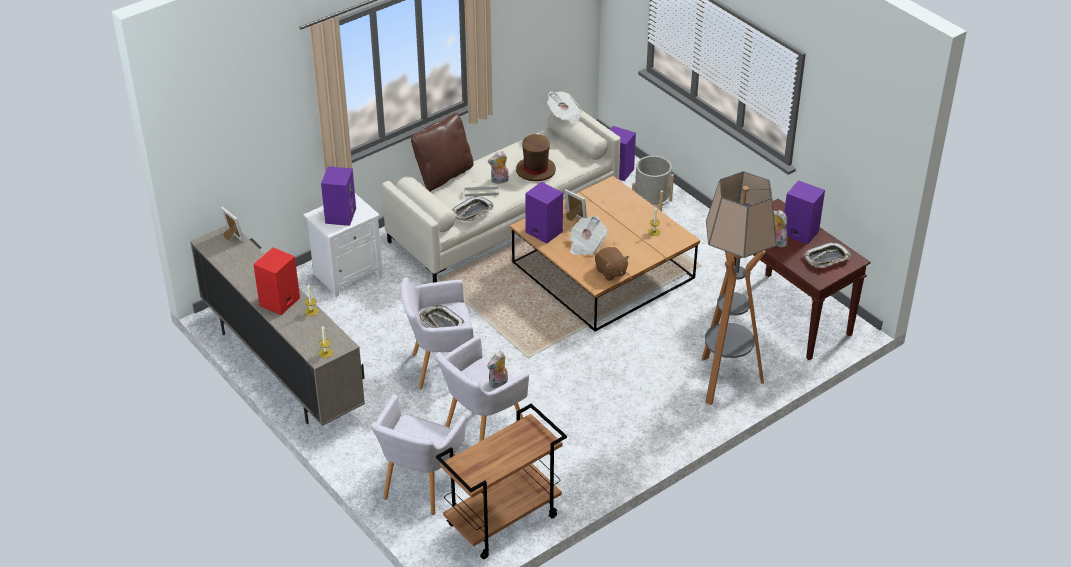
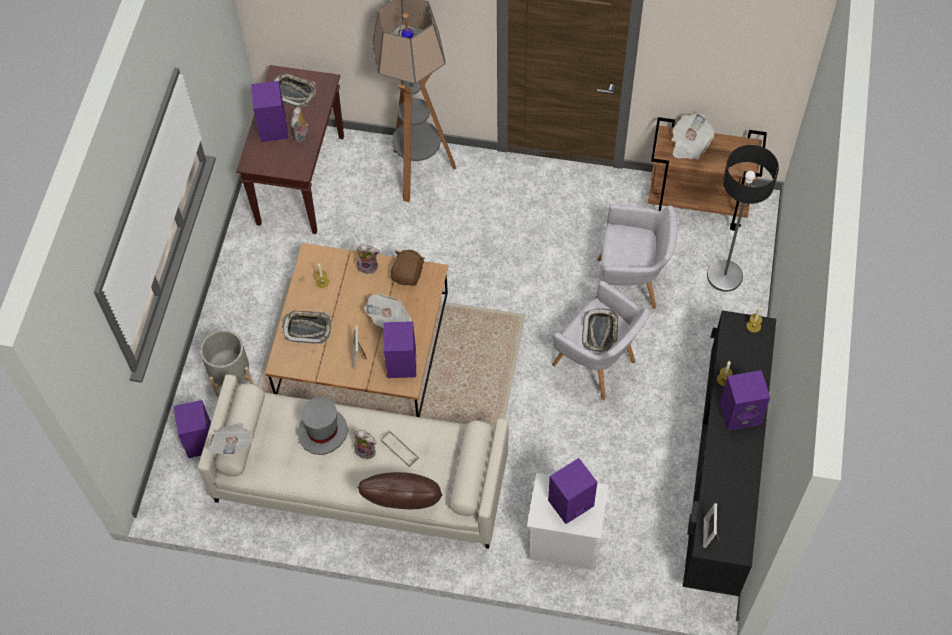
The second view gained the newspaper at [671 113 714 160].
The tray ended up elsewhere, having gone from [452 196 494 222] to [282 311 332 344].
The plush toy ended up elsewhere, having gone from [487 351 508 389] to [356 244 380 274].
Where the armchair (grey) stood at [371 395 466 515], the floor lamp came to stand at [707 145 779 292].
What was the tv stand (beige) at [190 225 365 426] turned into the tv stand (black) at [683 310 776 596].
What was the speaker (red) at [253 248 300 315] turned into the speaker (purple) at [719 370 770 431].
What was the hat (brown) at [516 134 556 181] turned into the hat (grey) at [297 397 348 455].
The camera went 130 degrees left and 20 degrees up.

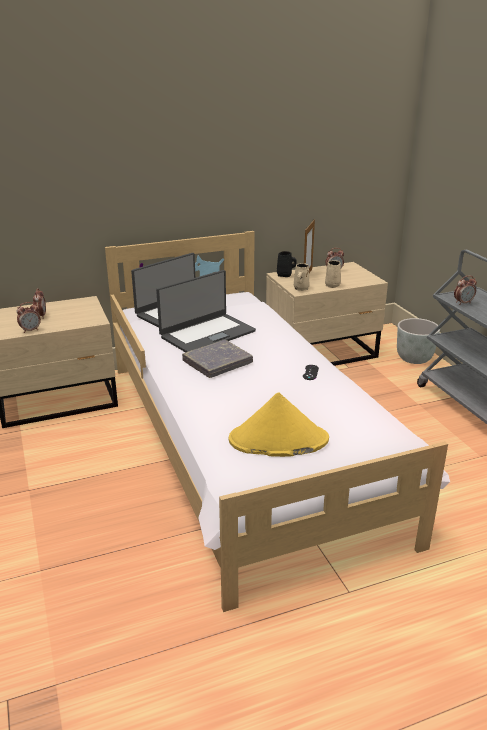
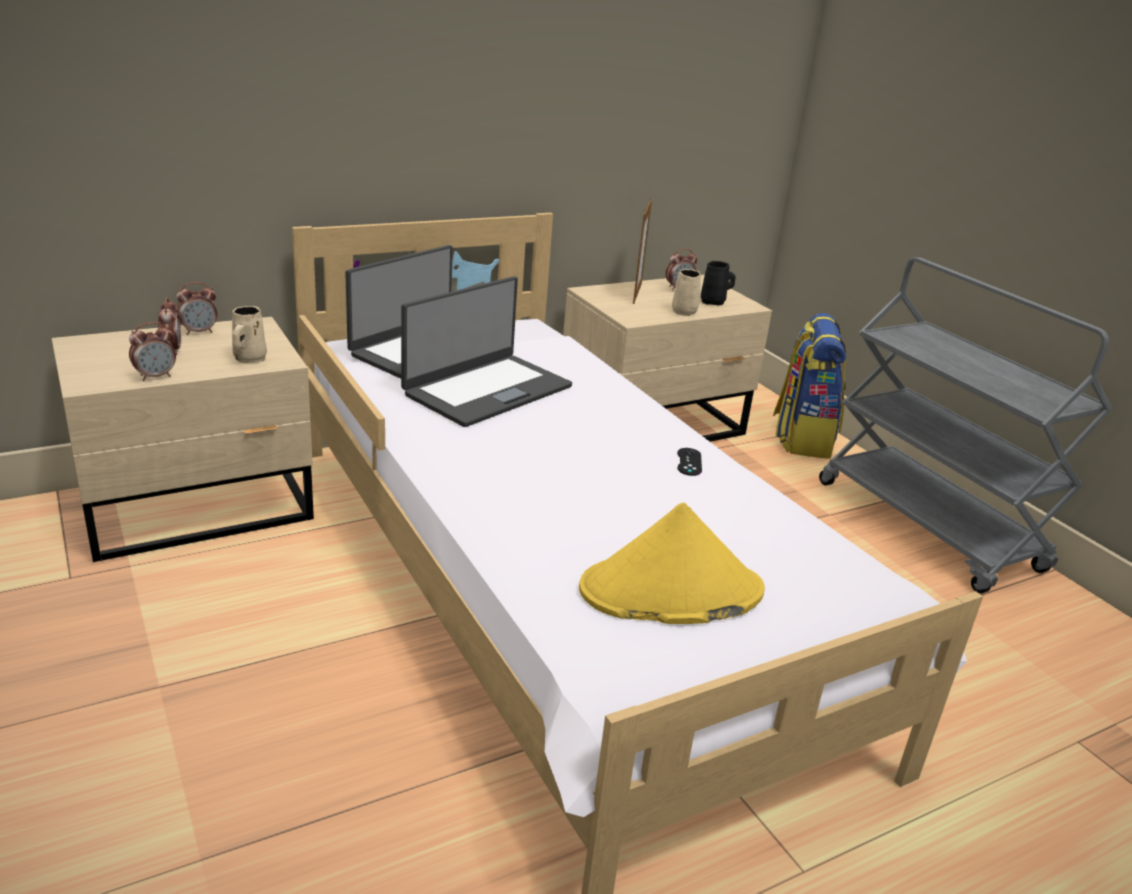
The second view lost the book (grey) at [182 340 253 378].
The mug (black) ended up elsewhere, having gone from [277 251 297 277] to [701 261 736 306].
The mug (beige) ended up elsewhere, having gone from [294 263 309 291] to [232 306 267 363].
The alarm clock ended up elsewhere, having gone from [454 276 477 305] to [176 282 217 335].
Where the planter (grey) stood at [397 318 440 364], the backpack came to stand at [773 313 846 459].
The camera went 10 degrees left and 0 degrees up.

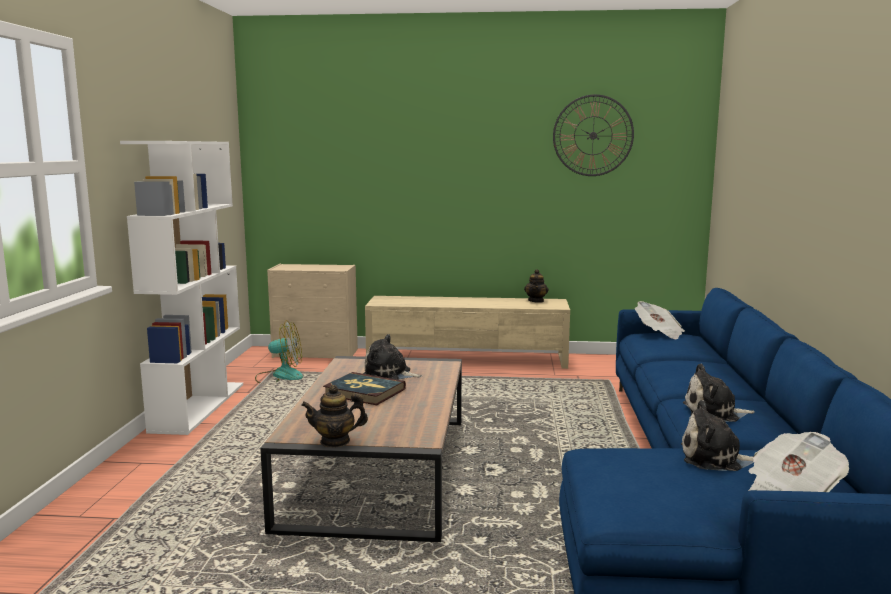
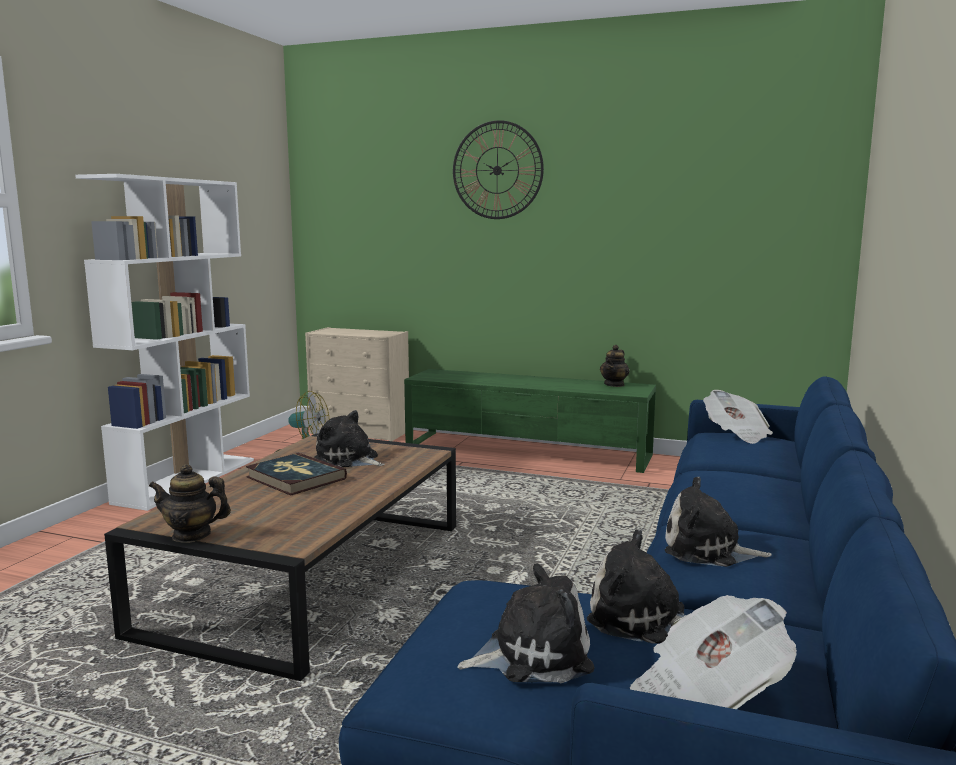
The second view gained the plush toy at [457 564 594 683].
The wall clock ended up elsewhere, having gone from [553 94 634 176] to [453 120 544 219].
What was the tv stand (beige) at [365 296 570 369] turned into the tv stand (green) at [404 369 656 473].
The camera went 15 degrees right and 0 degrees up.

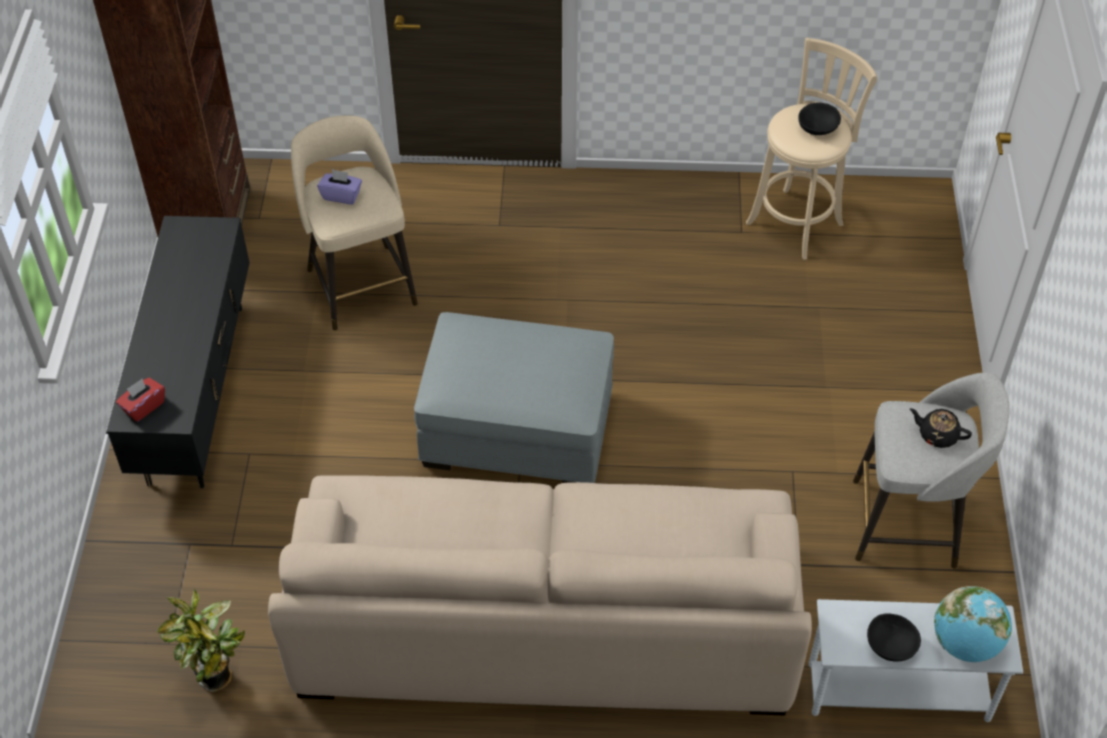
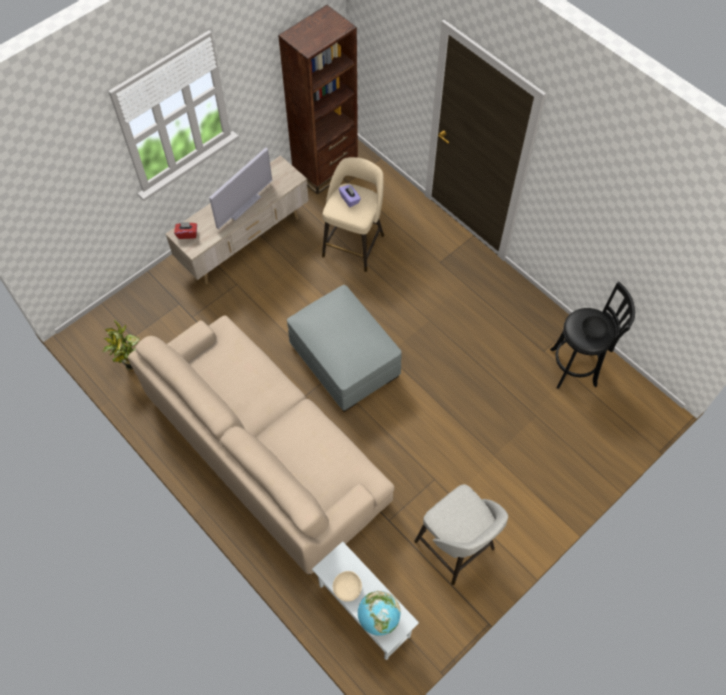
The second view lost the teapot (black) at [910 408 972 448].
The second view gained the television at [209 148 272 229].
What was the tv stand (black) at [106 216 250 488] turned into the tv stand (beige) at [165 155 309 284].
What was the stool (beige) at [746 38 877 260] turned into the stool (black) at [550 281 635 389].
What was the bowl (black) at [867 613 921 661] turned into the bowl (beige) at [333 571 362 602].
The camera went 45 degrees right and 10 degrees up.

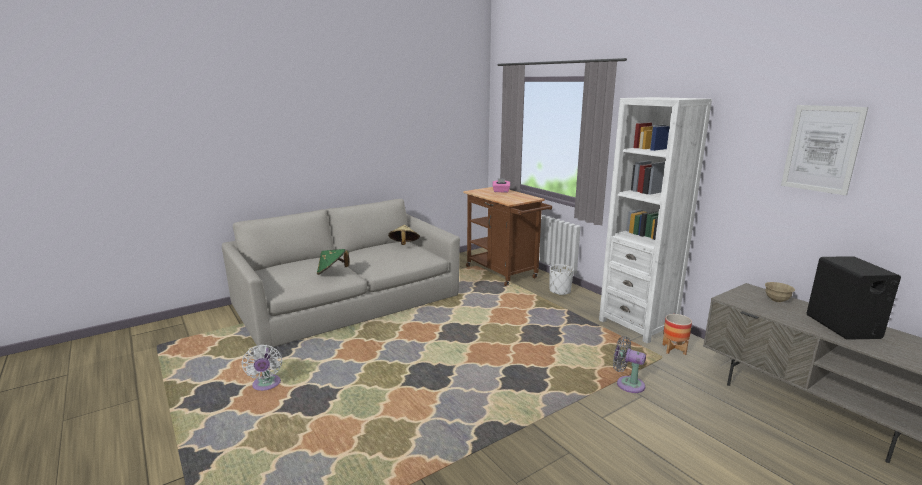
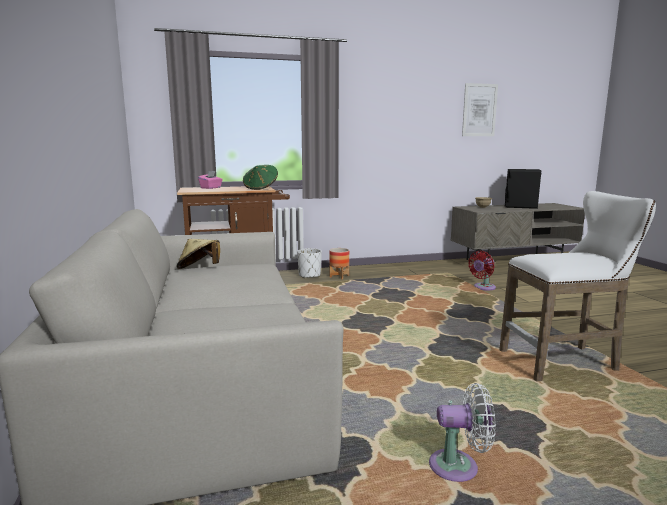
The second view lost the bookcase (white) at [599 97 712 344].
The second view gained the stool (white) at [499 191 656 381].
The hat (green) ended up elsewhere, having gone from [317 249 349 275] to [243 165 278 190].
The planter ended up elsewhere, having gone from [662 314 692 355] to [329 248 349 279].
What was the fan (grey) at [613 336 646 393] turned into the fan (red) at [468 251 496 290].
The camera went 70 degrees left and 5 degrees down.

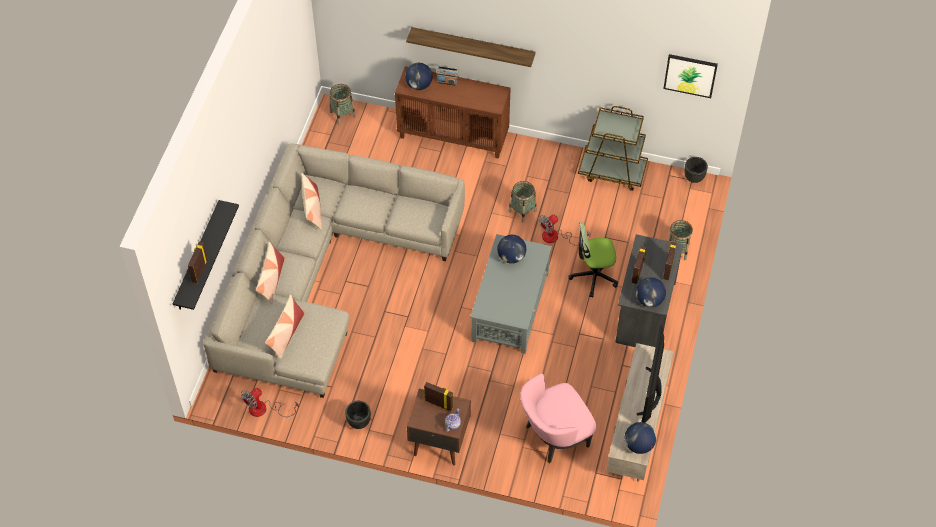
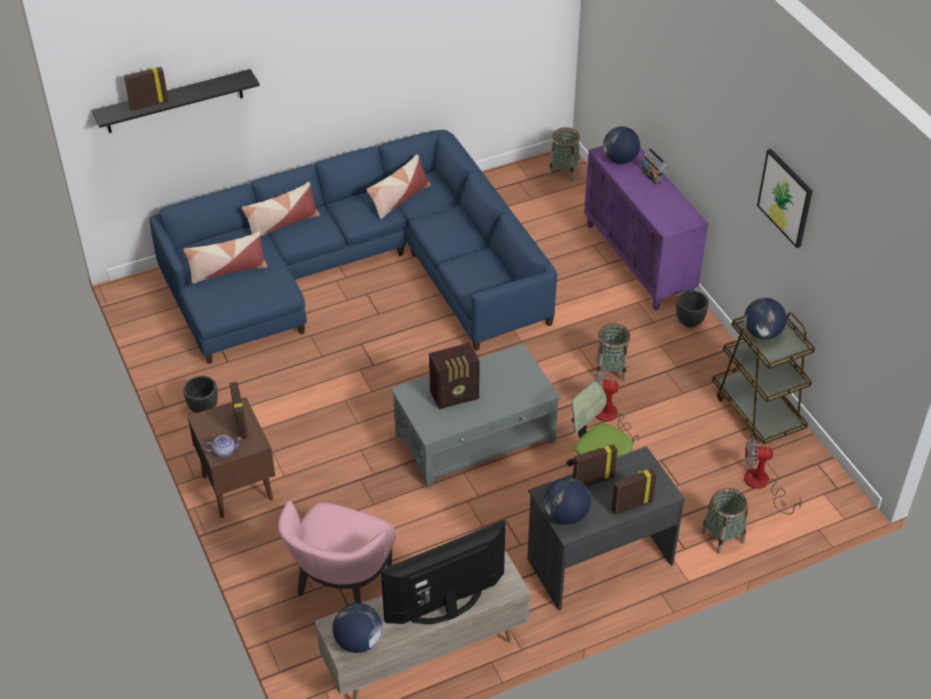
The second view lost the shelf at [406 27 536 67].
The second view gained the radio at [429 343 480 409].
The fan ended up elsewhere, having gone from [241 388 299 417] to [744 437 802 514].
The globe ended up elsewhere, having gone from [497 235 526 264] to [744 298 787 340].
The picture ended up elsewhere, having gone from [663 54 718 98] to [757 149 813 248].
The planter (black) ended up elsewhere, having gone from [684 157 708 183] to [676 290 709 327].
What was the sofa (beige) at [203 143 465 398] turned into the sofa (blue) at [150 130 557 364].
What was the cabinet (brown) at [395 66 511 159] turned into the cabinet (purple) at [584 146 708 310].
The armchair (pink) at [520 374 597 463] ended up facing another way, 90 degrees counterclockwise from before.
The camera went 50 degrees right and 10 degrees down.

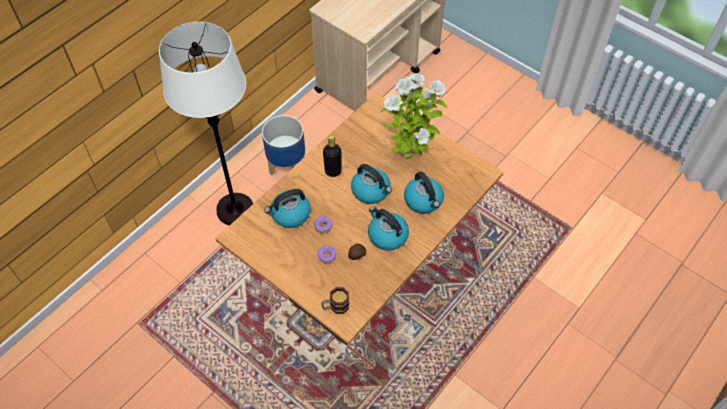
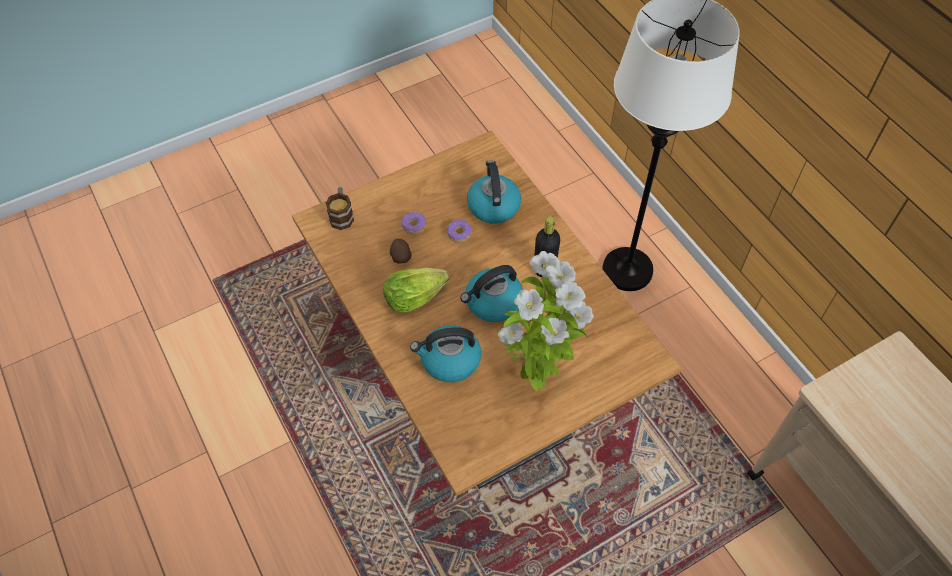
The second view lost the planter at [262 115 305 175].
Where the kettle stood at [368 206 409 251], the lettuce came to stand at [383 268 449 313].
The camera went 110 degrees right and 0 degrees up.

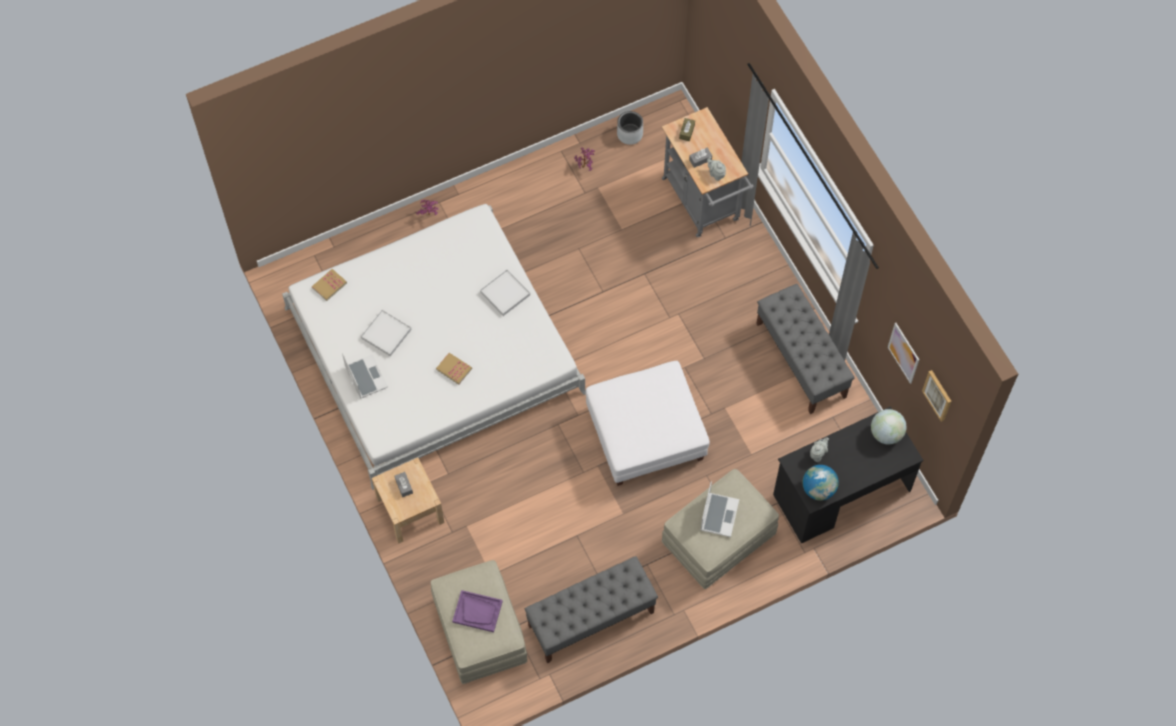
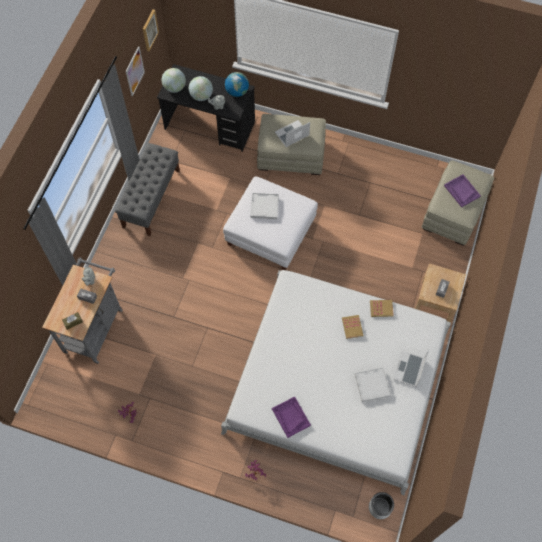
The second view lost the bench (grey) at [525 556 658 663].
The second view gained the globe at [189 76 213 101].
The second view gained the tray (purple) at [272 396 311 438].
The book ended up elsewhere, having gone from [312 269 347 301] to [370 300 394 317].
The tray (white) ended up elsewhere, having gone from [480 269 530 316] to [250 193 279 219].
The planter (grey) ended up elsewhere, having gone from [617 111 643 145] to [369 492 394 519].
The camera went 135 degrees left and 0 degrees up.

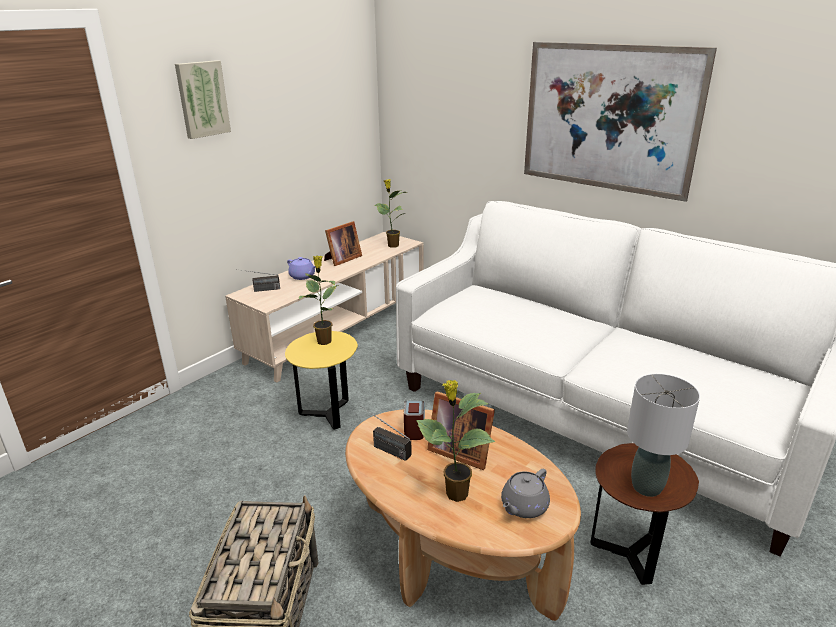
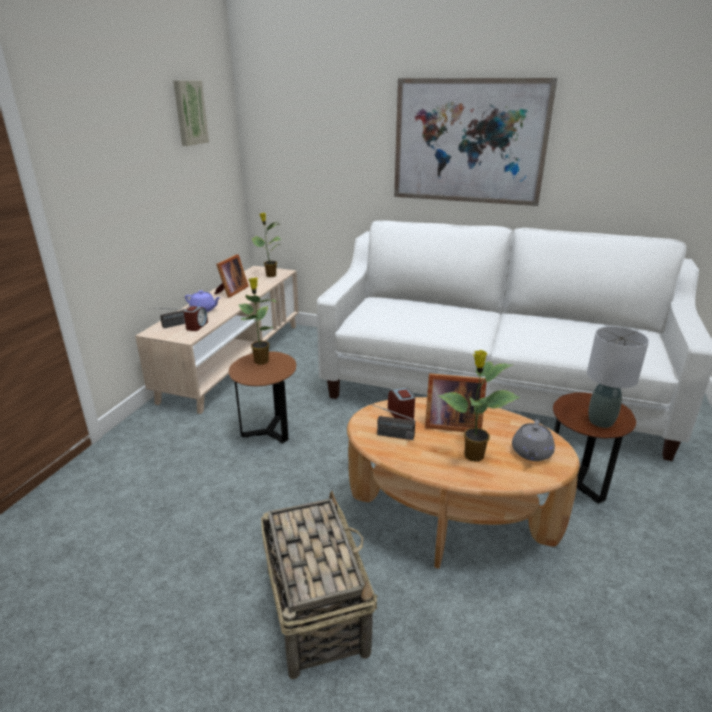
The second view gained the alarm clock at [183 306 208 331].
The picture ended up elsewhere, having gone from [175 60 231 139] to [173 80 209 146].
What was the side table (yellow) at [285 331 358 430] turned into the side table (brown) at [229 351 296 443].
The camera went 20 degrees left and 0 degrees up.

